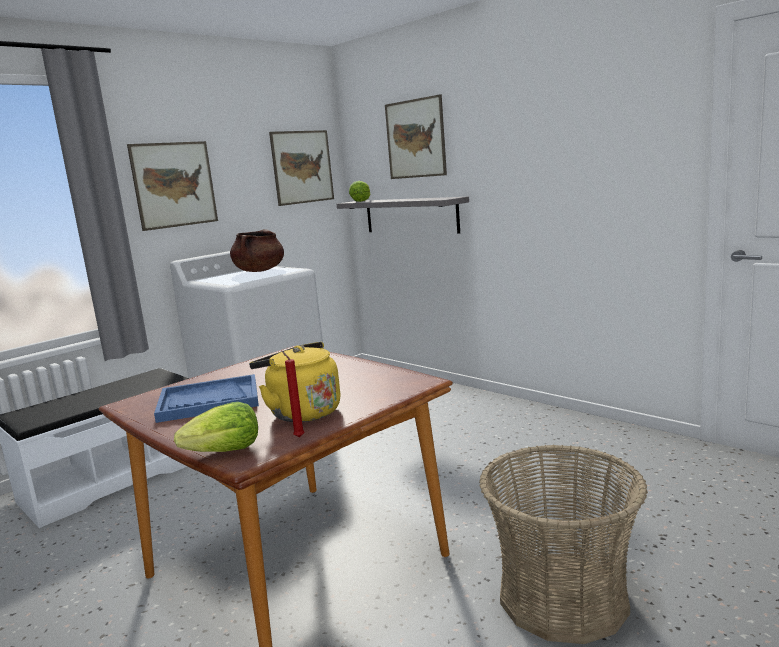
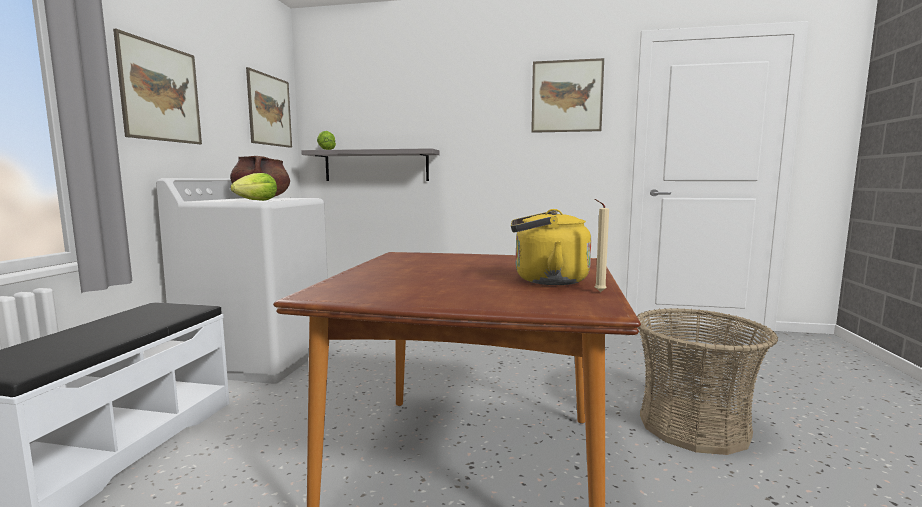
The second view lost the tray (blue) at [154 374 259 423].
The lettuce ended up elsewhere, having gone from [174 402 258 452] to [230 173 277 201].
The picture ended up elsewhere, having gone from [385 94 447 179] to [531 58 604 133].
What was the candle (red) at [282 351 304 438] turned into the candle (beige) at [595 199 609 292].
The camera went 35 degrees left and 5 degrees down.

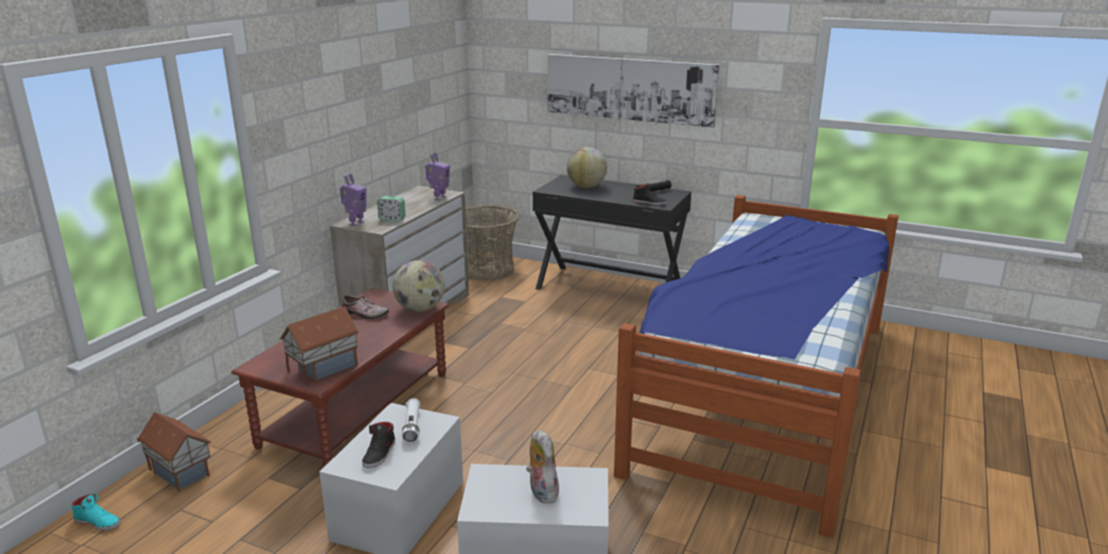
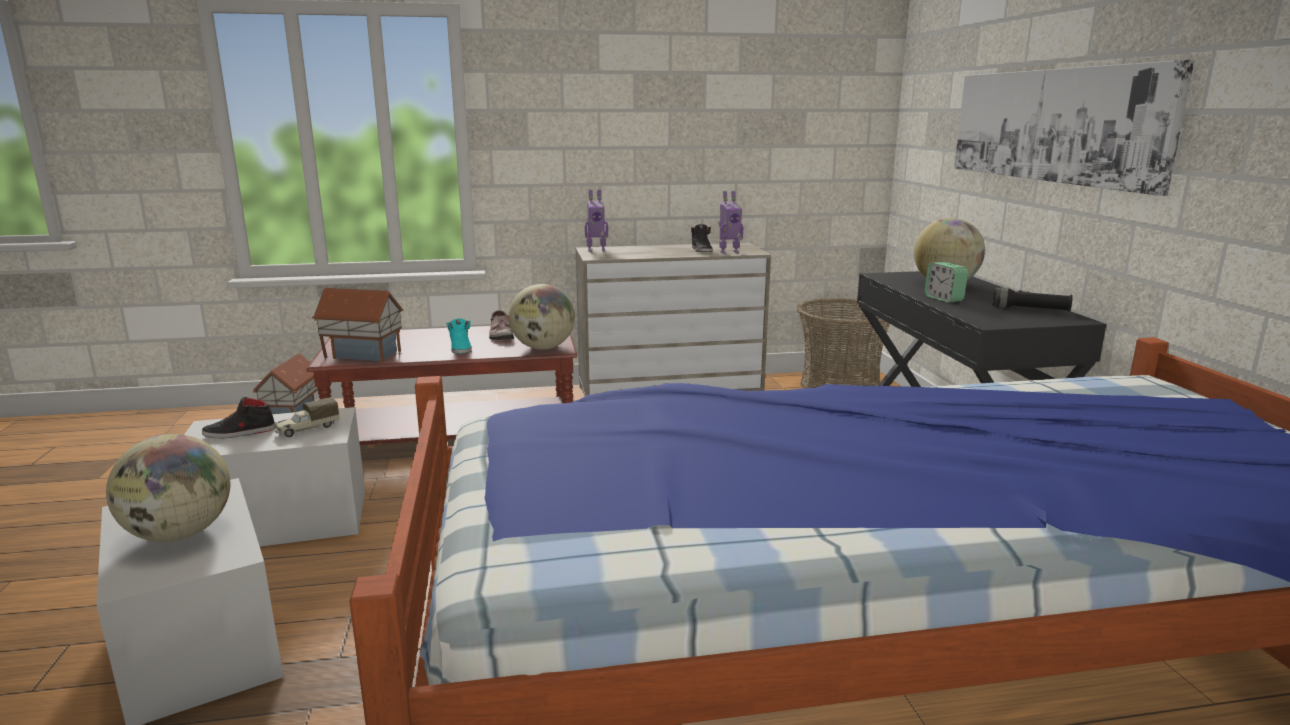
The shoe (turquoise) ended up elsewhere, having gone from [71 492 120 530] to [446 319 472 354].
The alarm clock ended up elsewhere, having gone from [377 196 405 222] to [924 262 968 303].
The shoe (black) ended up elsewhere, having gone from [633 183 667 205] to [691 224 713 252].
Where the flashlight (white) stood at [402 398 420 443], the toy truck came to stand at [274 397 340 437].
Where the plush toy stood at [526 429 560 503], the globe came to stand at [106 434 230 542].
The camera went 55 degrees right and 5 degrees down.

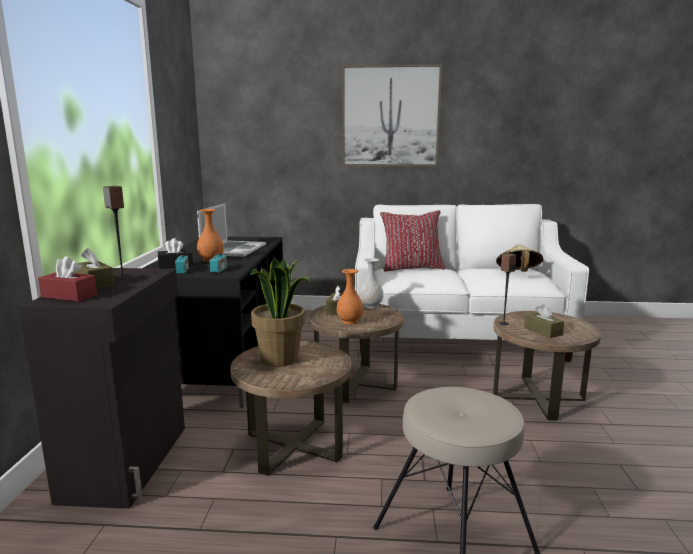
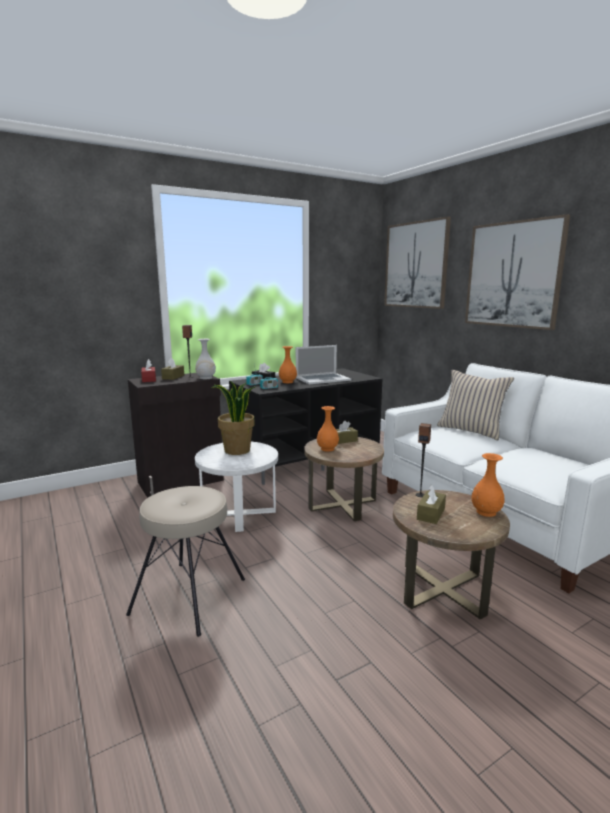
The second view lost the hat (beige) at [496 244 544 272].
The second view gained the picture at [384 216 451 309].
The second view gained the vase (orange) at [472 453 505 517].
The vase (white) ended up elsewhere, having gone from [359 258 383 309] to [195 339 216 379].
What was the side table (brown) at [230 341 351 476] turned into the side table (white) at [195 442 278 532].
What was the pillow (red) at [380 210 445 272] turned into the pillow (beige) at [437 370 514 440].
The camera went 55 degrees right and 0 degrees up.

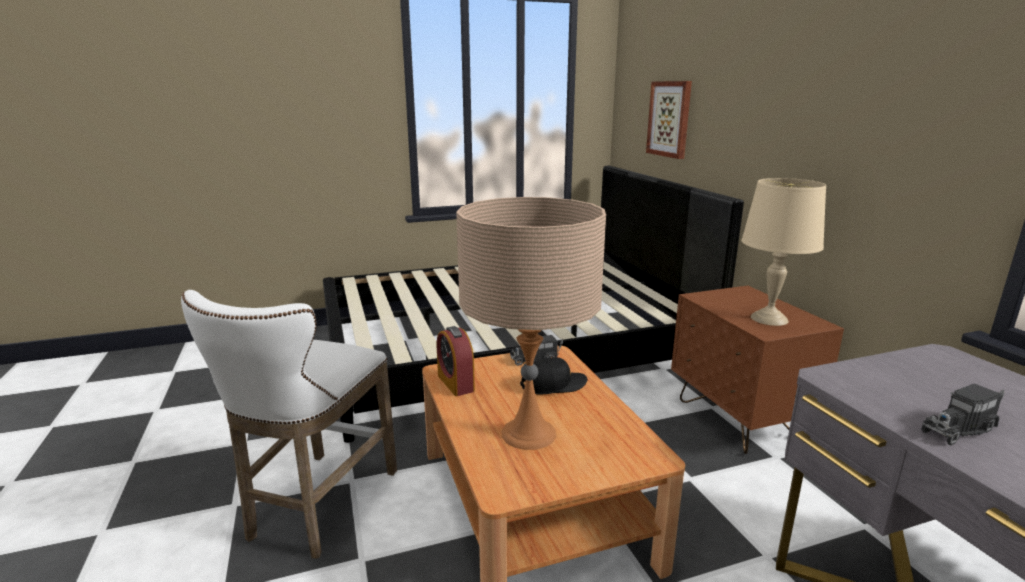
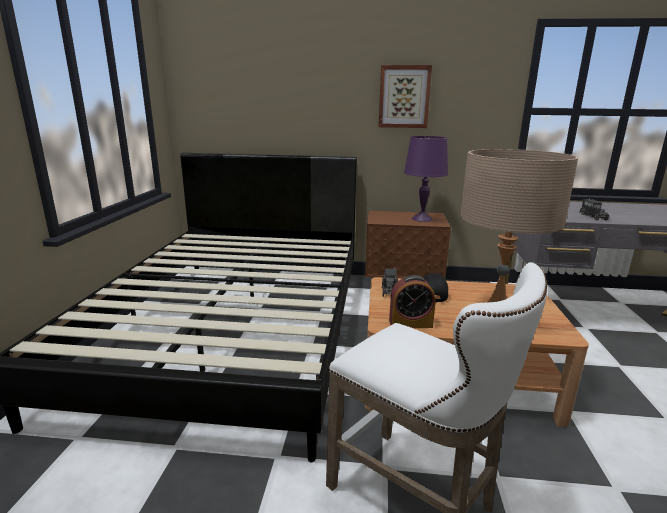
The picture ended up elsewhere, having gone from [646 81 692 159] to [378 65 432 128].
What was the table lamp (beige) at [741 178 826 326] turned into the table lamp (purple) at [404 136 448 222].
The camera went 65 degrees left and 0 degrees up.

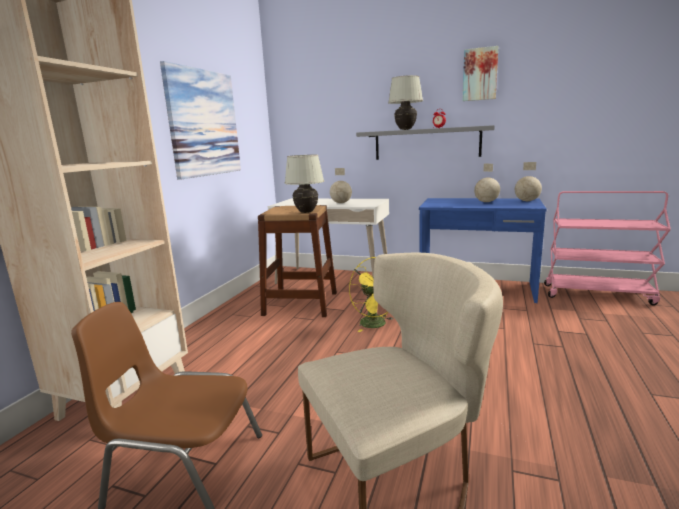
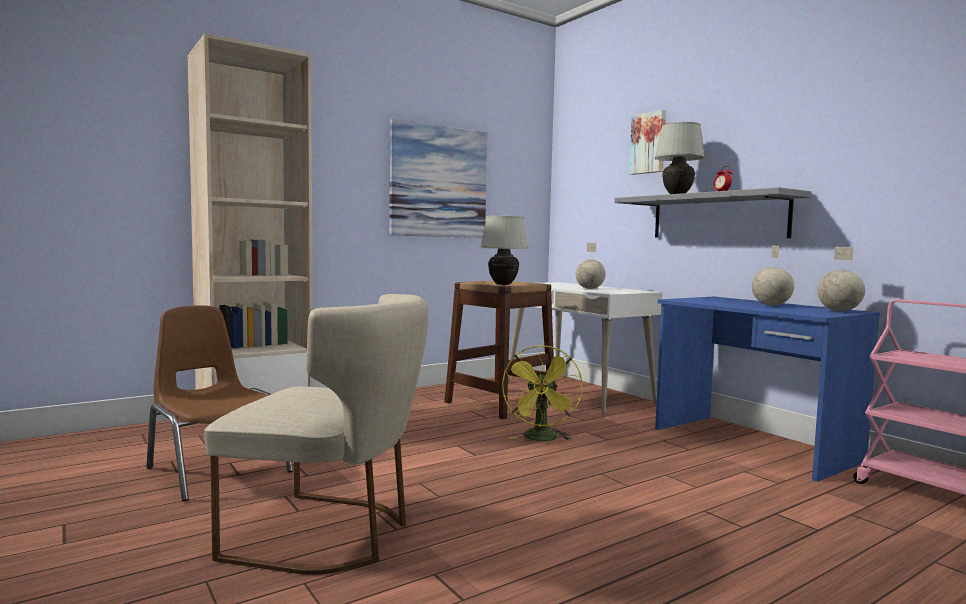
The picture ended up elsewhere, having gone from [463 46 498 101] to [629 110 666 175].
The camera went 35 degrees right and 10 degrees down.

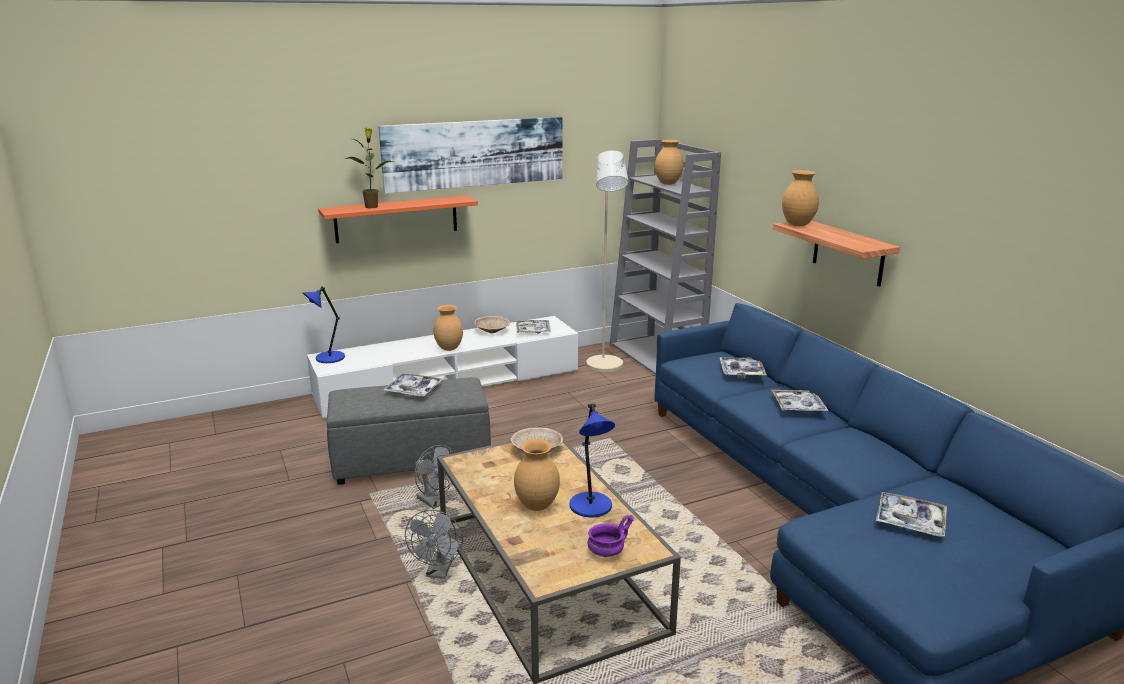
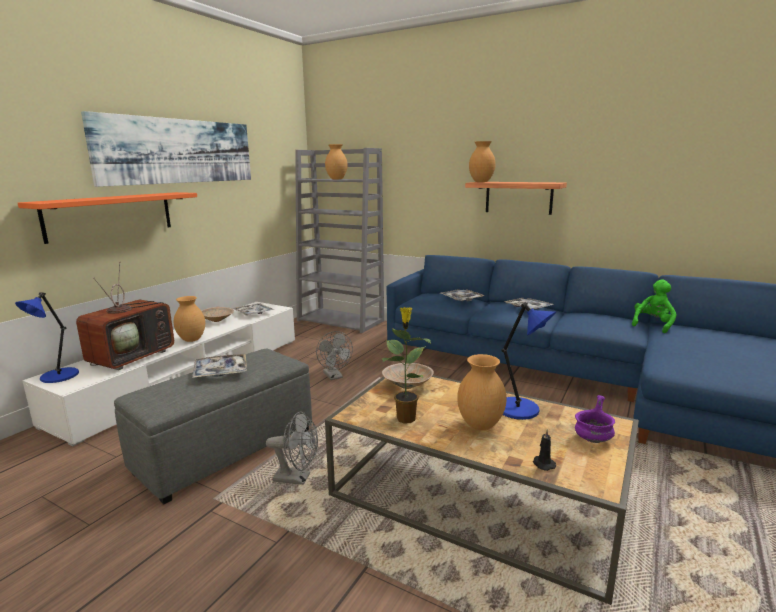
The second view lost the floor lamp (beige) at [586 150 629 372].
The second view lost the tray at [876 492 947 537].
The second view gained the television at [76 262 174 370].
The second view gained the candle (black) at [533 429 556 471].
The second view gained the plush toy (green) at [632 279 676 333].
The potted plant ended up elsewhere, having gone from [344 128 394 208] to [382 307 431 424].
The fan (grey) ended up elsewhere, having gone from [405 510 463 579] to [316 331 353 380].
The camera went 35 degrees left and 5 degrees down.

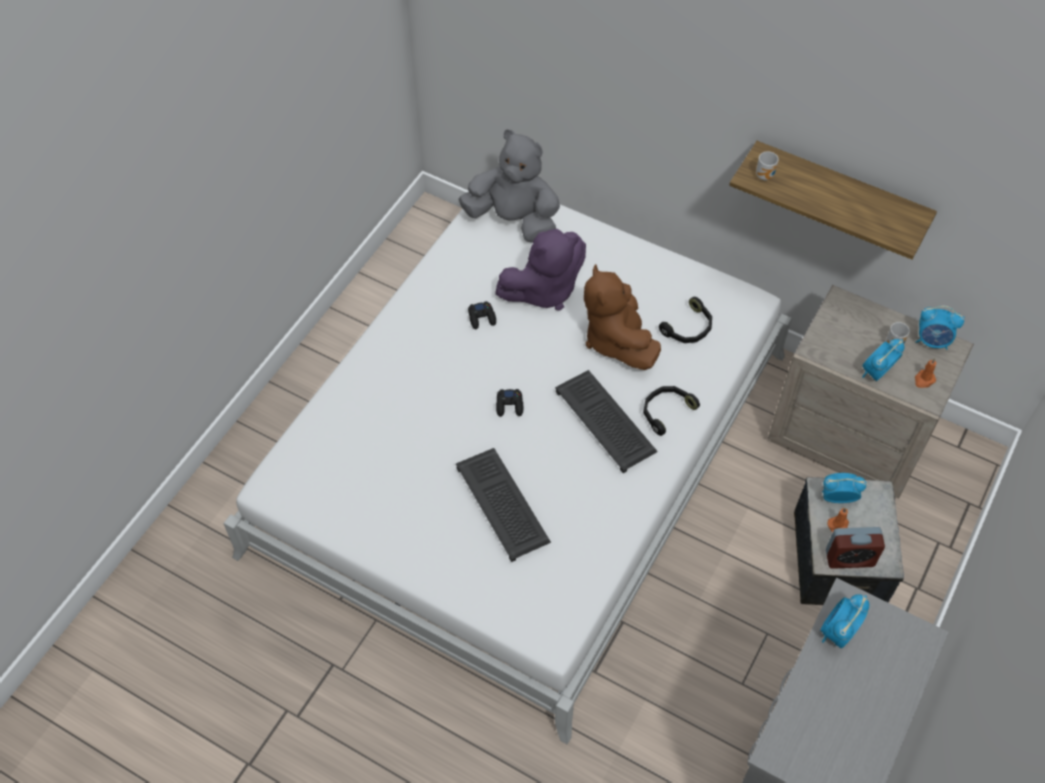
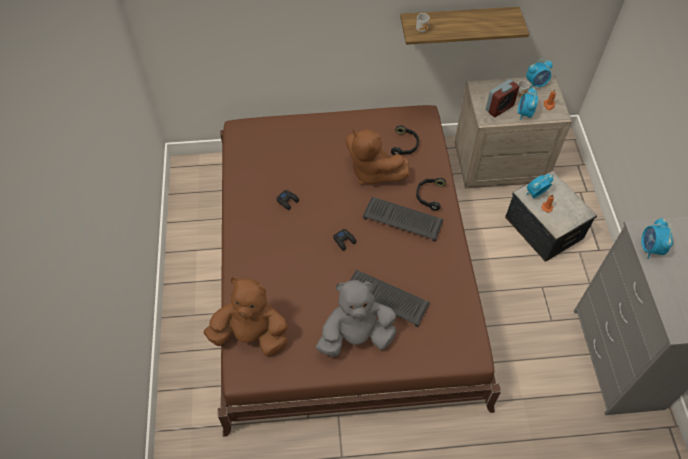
The second view lost the plush toy (purple) at [495 229 586 311].
The second view gained the plush toy (brown) at [204 277 288 356].
The plush toy (grey) ended up elsewhere, having gone from [458 130 560 242] to [316 280 397 357].
The alarm clock ended up elsewhere, having gone from [826 527 885 569] to [486 79 519 117].
What was the bed (white) at [223 204 792 744] turned into the bed (brown) at [218 105 501 437].
The camera went 35 degrees left and 0 degrees up.

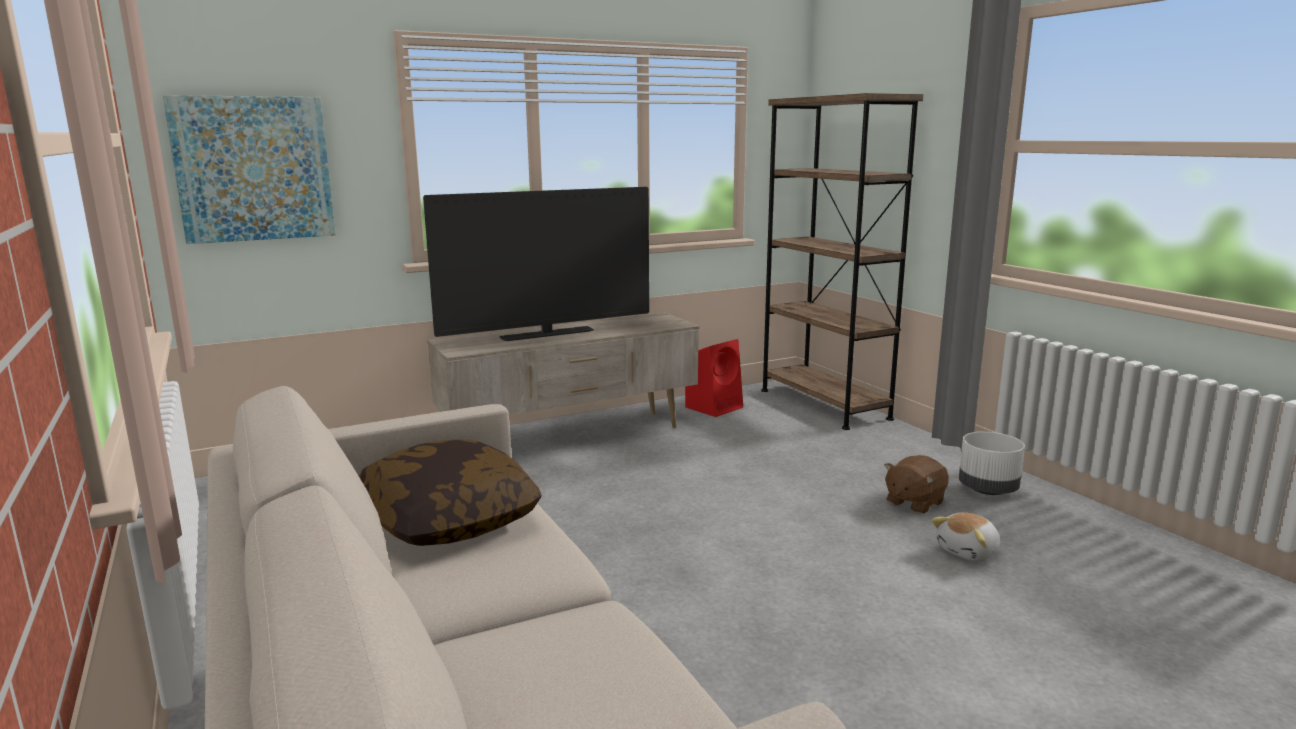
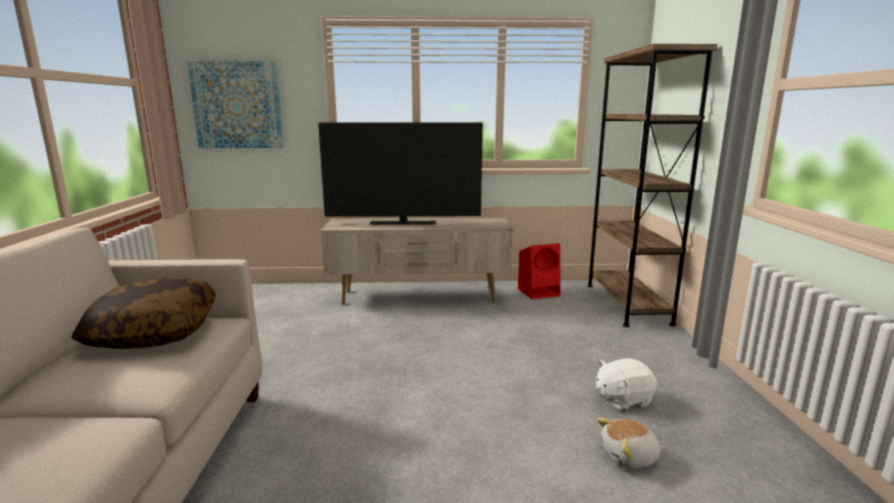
The second view lost the planter (white) at [959 432 1025 495].
What was the plush toy (brown) at [884 455 949 514] turned into the plush toy (white) at [596 358 657 411].
The camera went 25 degrees right and 0 degrees up.

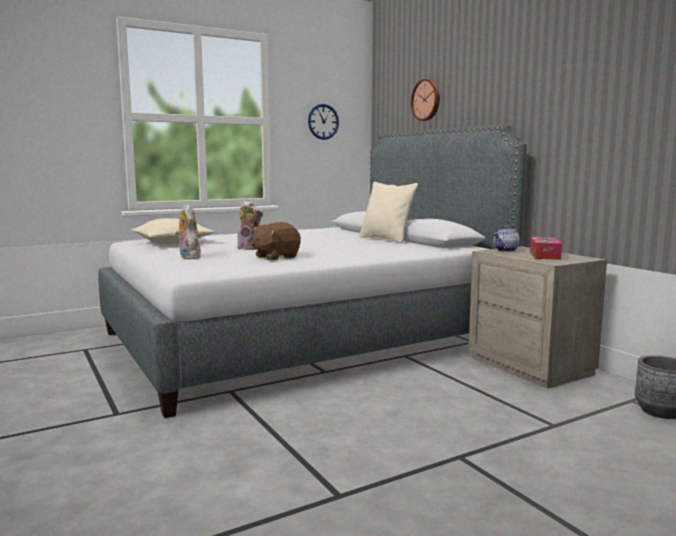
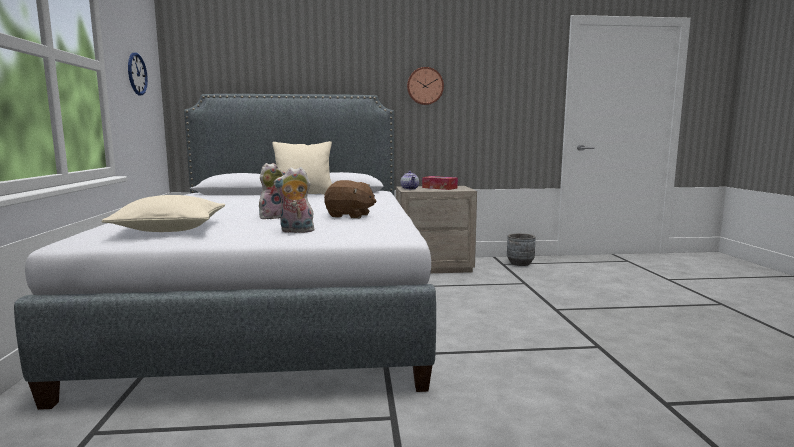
The wall clock ended up elsewhere, having gone from [411 79 440 121] to [407 67 444 105].
The plush toy (brown) at [251 222 301 260] ended up facing another way, 60 degrees counterclockwise from before.
The camera went 65 degrees left and 0 degrees up.

